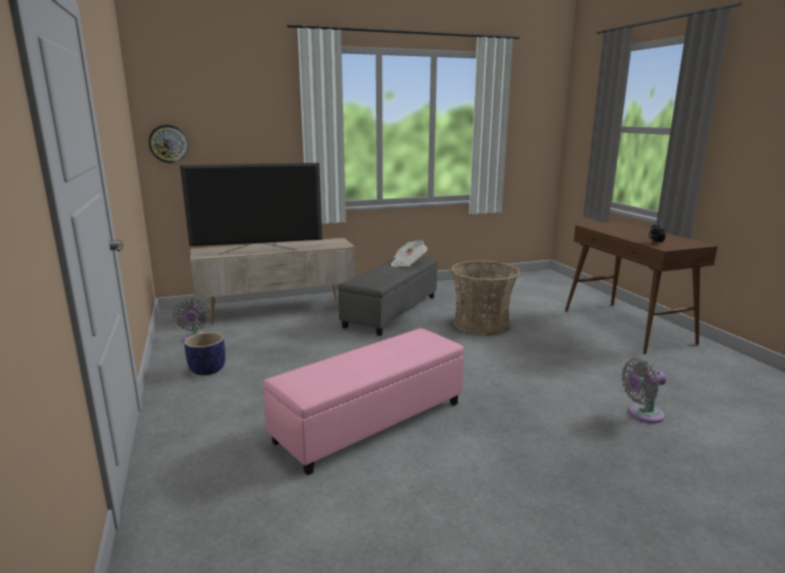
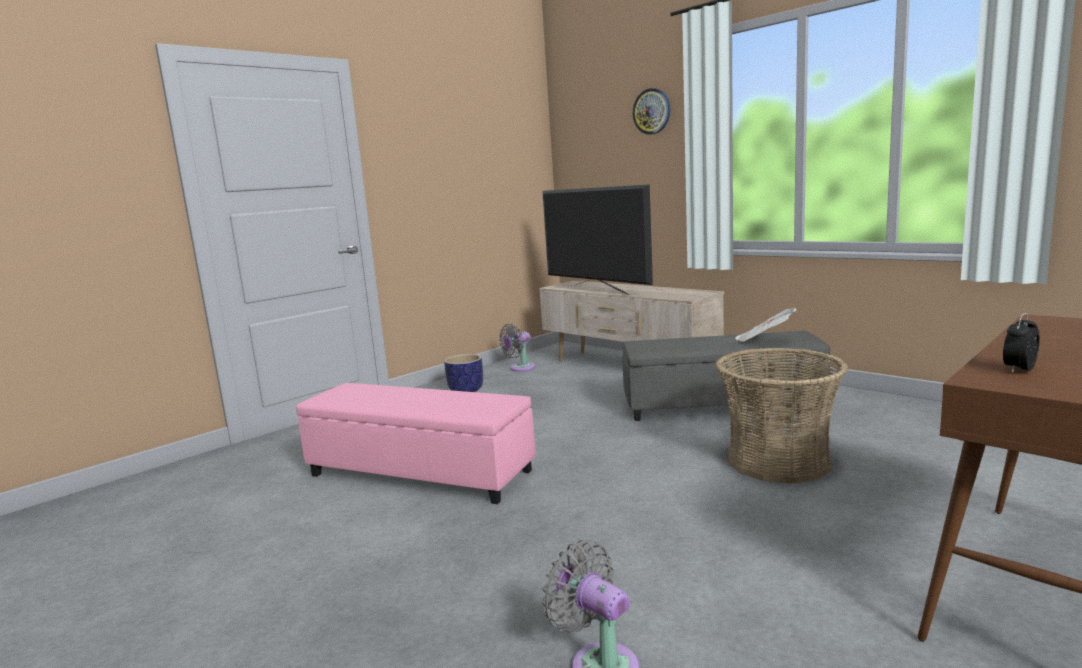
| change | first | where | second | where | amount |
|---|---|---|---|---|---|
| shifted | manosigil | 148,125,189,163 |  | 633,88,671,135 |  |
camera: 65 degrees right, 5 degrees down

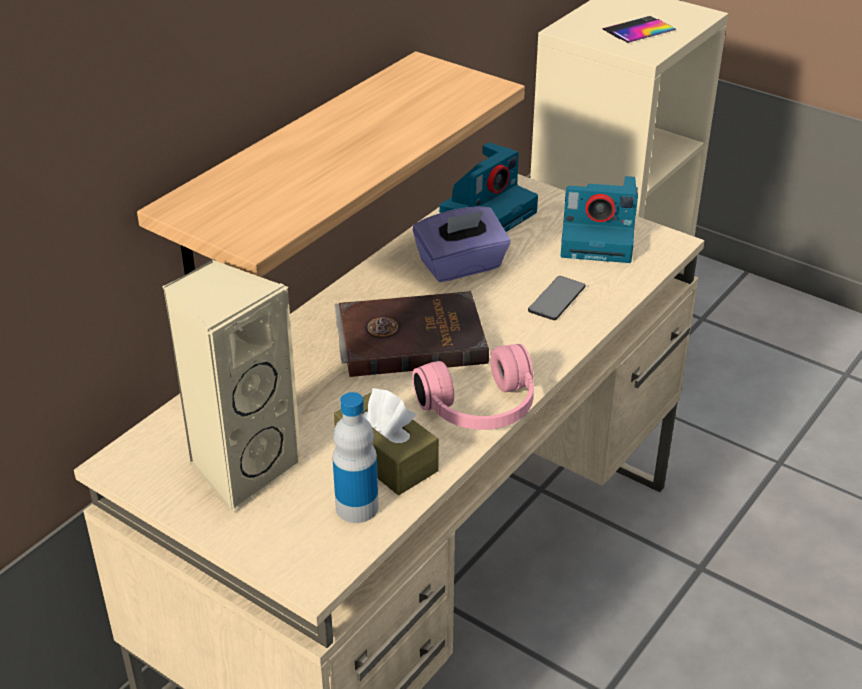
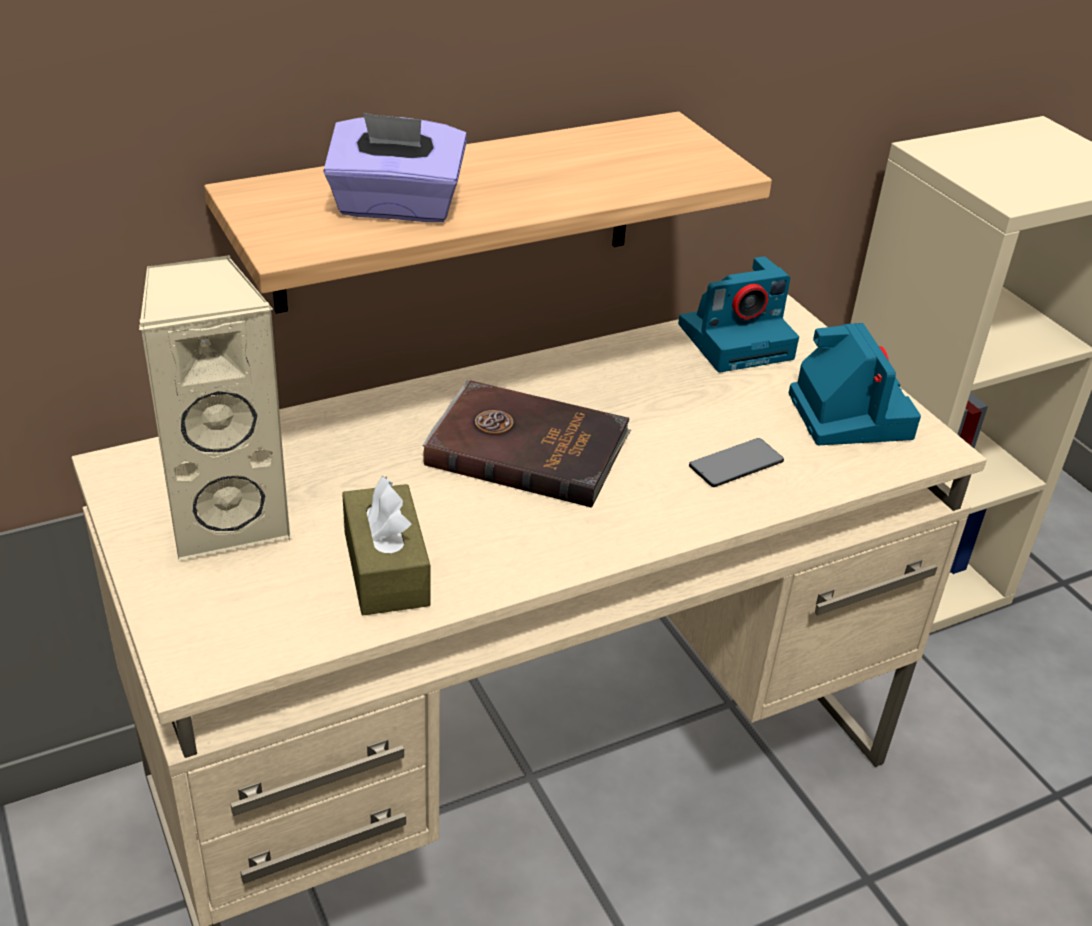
| change | first | where | second | where | amount |
|---|---|---|---|---|---|
| gone | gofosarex | 332,392,379,523 |  |  |  |
| gone | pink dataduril | 412,344,534,430 |  |  |  |
| shifted | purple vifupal | 413,206,511,282 |  | 323,112,467,222 |  |
| rotated | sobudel | 561,176,638,263 |  | 789,323,921,445 | 135 degrees counterclockwise |
| gone | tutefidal | 603,16,676,43 |  |  |  |
camera: 25 degrees right, 0 degrees up

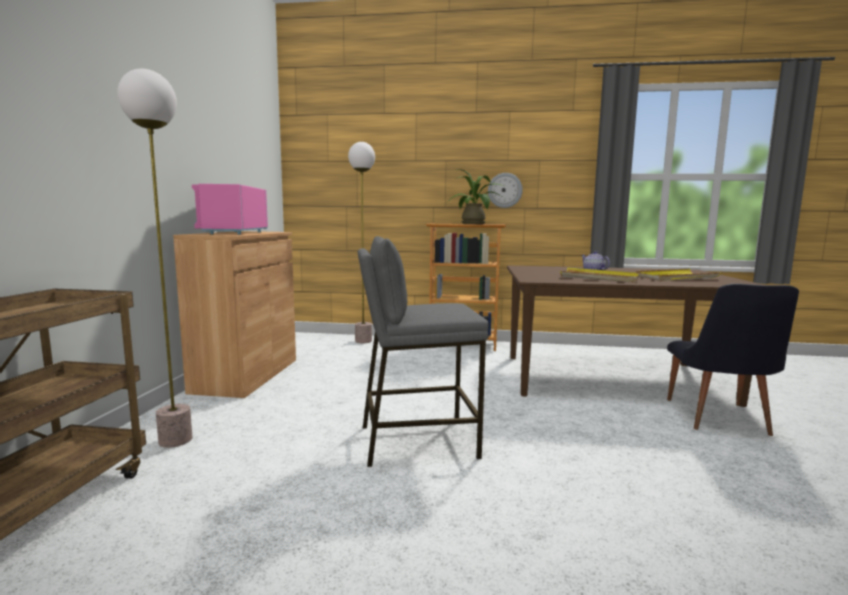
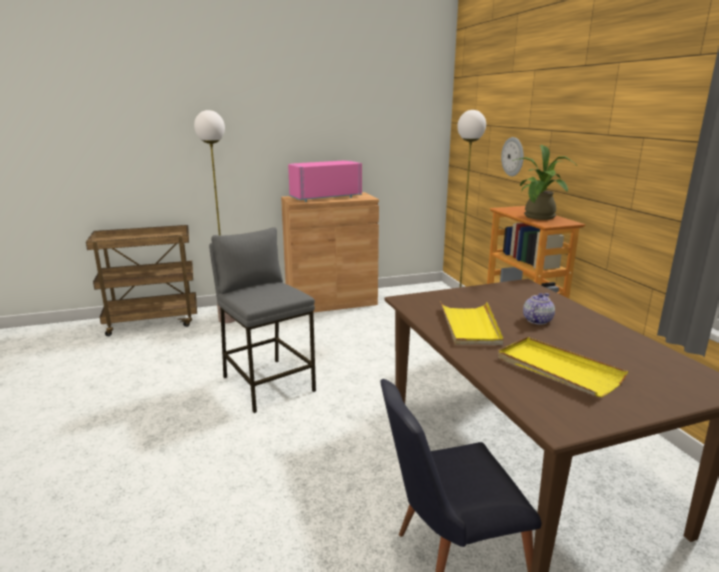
| change | first | where | second | where | amount |
|---|---|---|---|---|---|
| shifted | manosigil | 488,173,523,208 |  | 501,137,524,176 |  |
camera: 65 degrees right, 10 degrees up

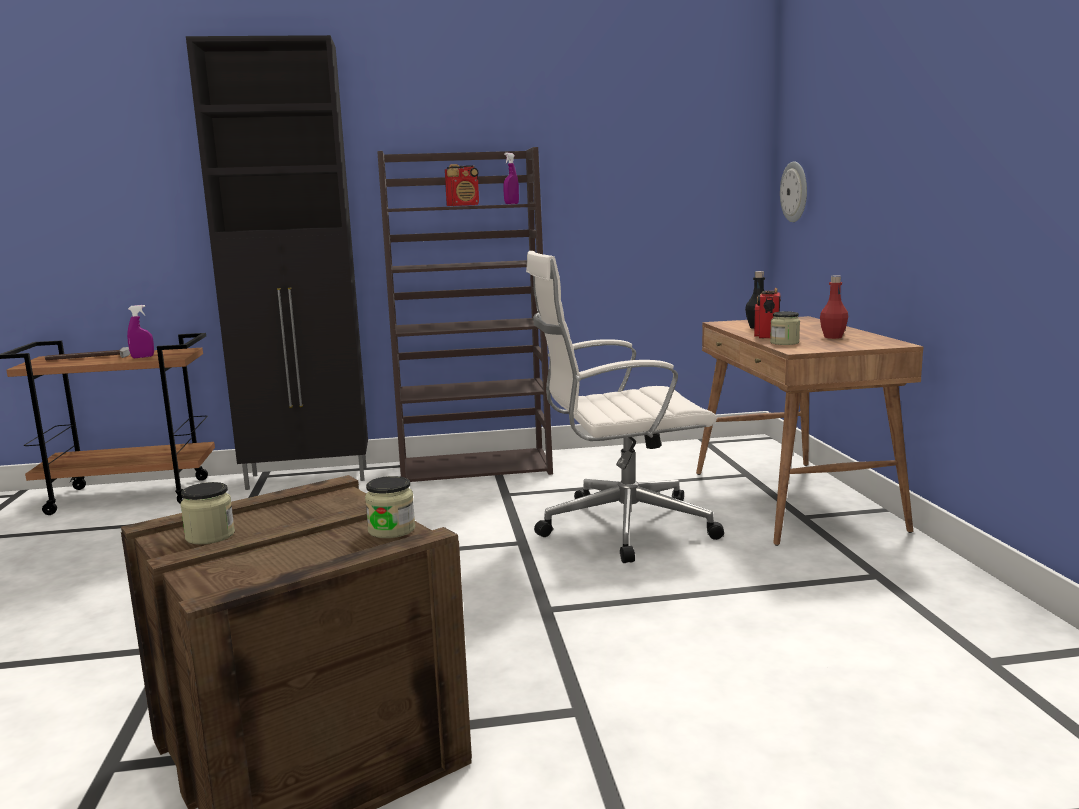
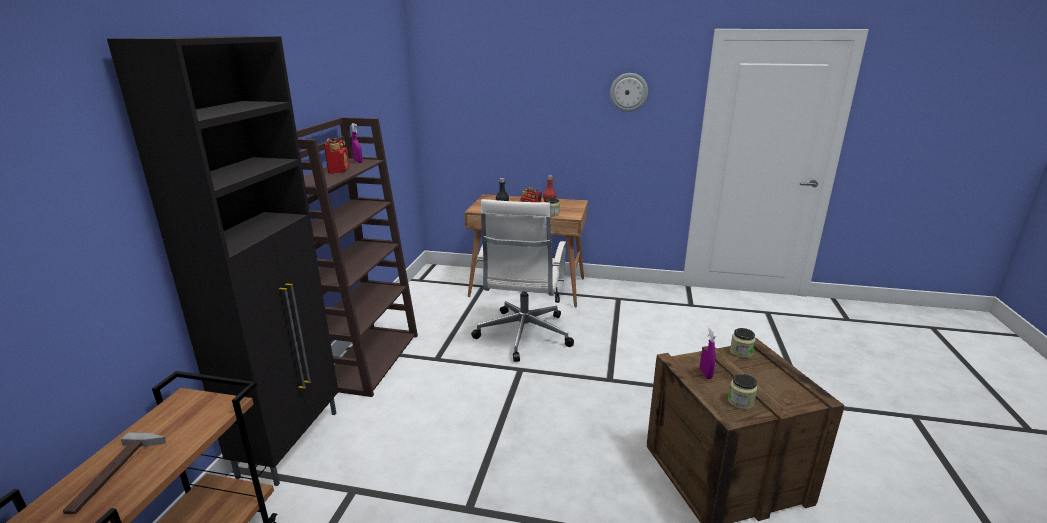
| change | first | where | second | where | amount |
|---|---|---|---|---|---|
| shifted | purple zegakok | 127,305,154,358 |  | 700,327,717,379 |  |
| shifted | manosigil | 780,161,807,222 |  | 610,73,648,112 |  |
camera: 70 degrees left, 10 degrees up

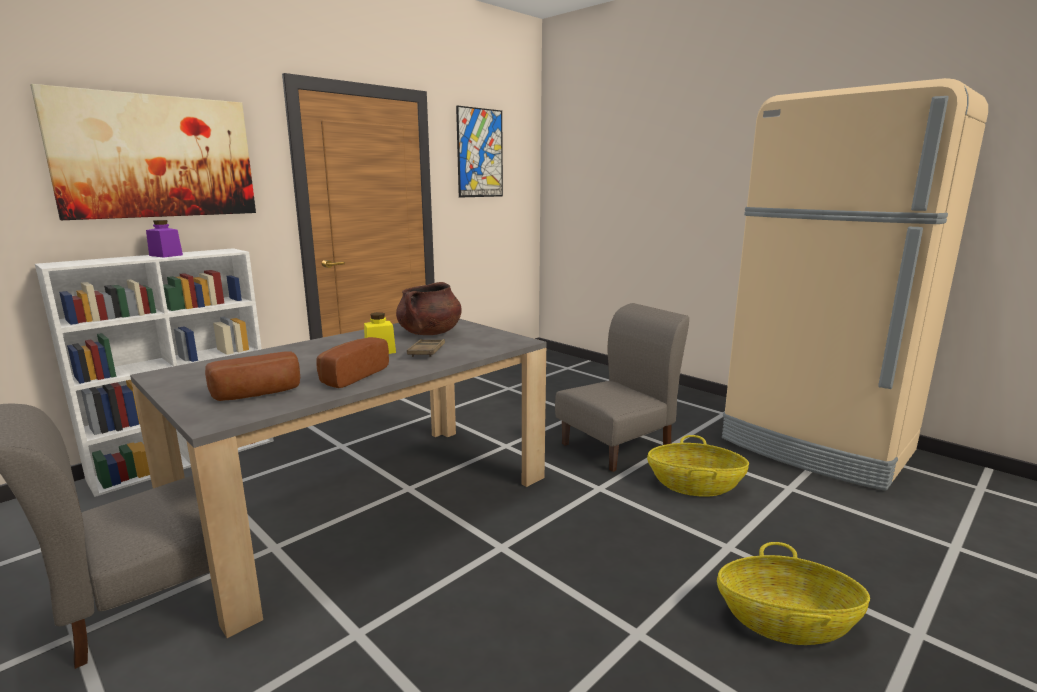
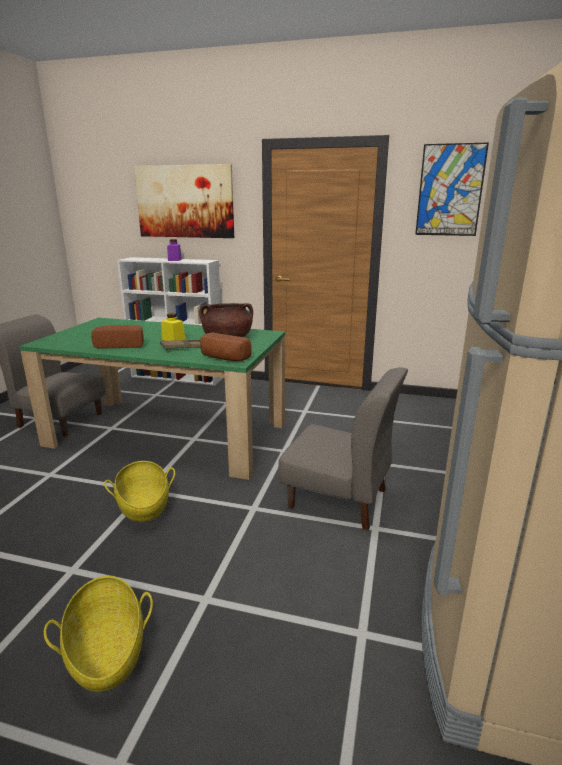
| change | first | where | second | where | amount |
|---|---|---|---|---|---|
| repainted | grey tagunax | 130,319,547,638 | green tagunax | 19,318,285,480 |  |
| shifted | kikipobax | 205,351,300,401 |  | 200,333,252,361 |  |
| shifted | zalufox | 647,435,749,497 |  | 104,461,175,522 |  |
camera: 60 degrees right, 5 degrees up

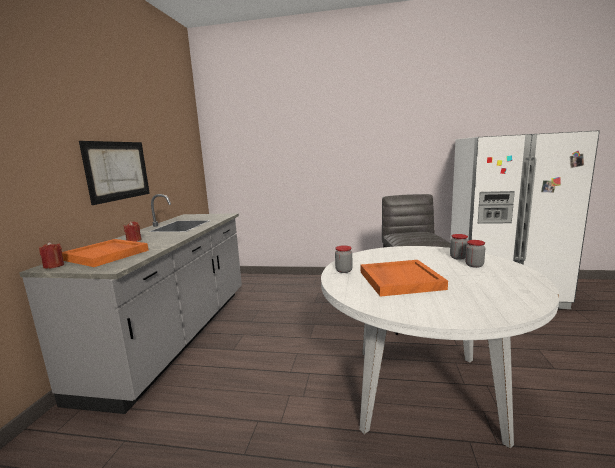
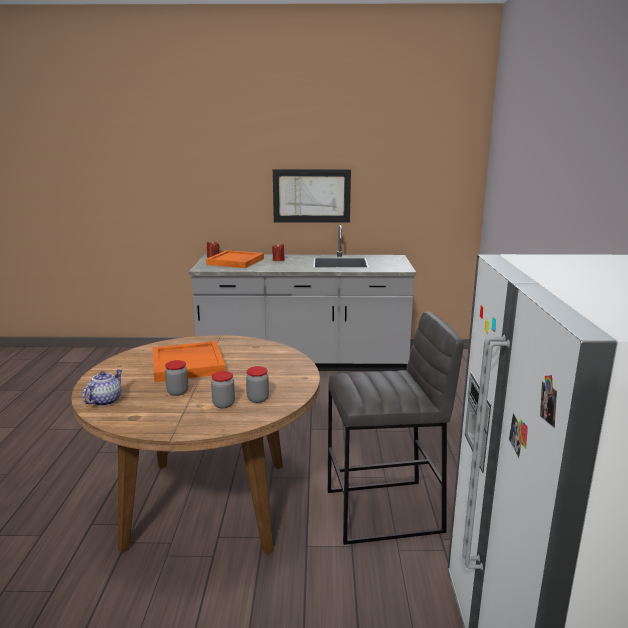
| change | first | where | second | where | amount |
|---|---|---|---|---|---|
| repainted | white tagunax | 321,246,559,449 | brown tagunax | 71,335,320,555 |  |
| shifted | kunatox | 335,245,353,273 |  | 165,360,188,396 |  |
| new |  |  | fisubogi | 82,369,123,406 |  |
camera: 80 degrees right, 5 degrees up

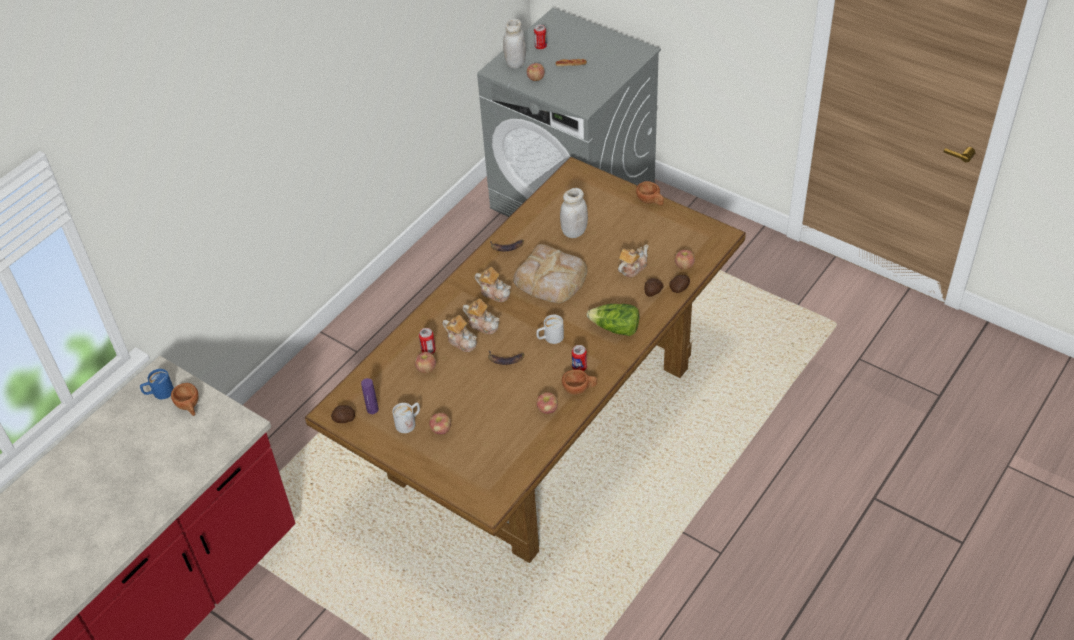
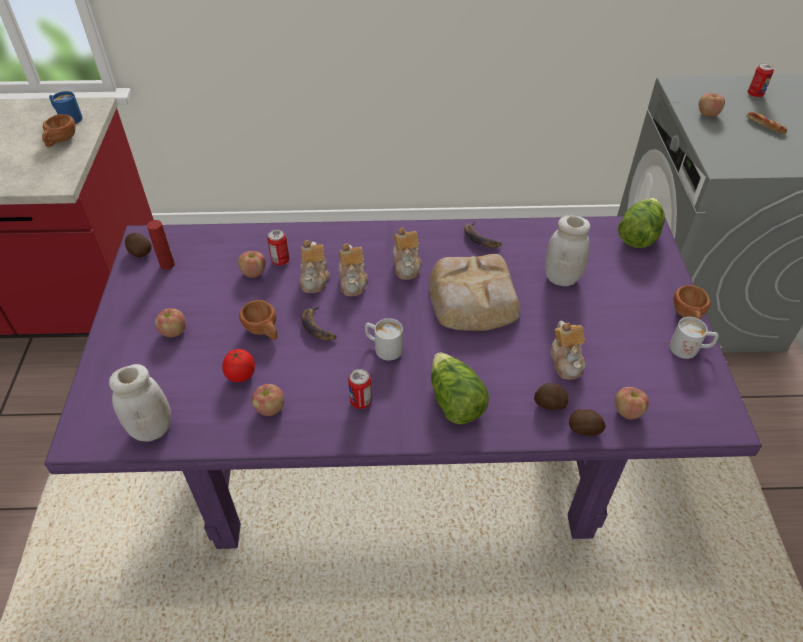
| change | first | where | second | where | amount |
|---|---|---|---|---|---|
| repainted | brown tagunax | 305,157,746,563 | purple tagunax | 44,216,762,549 |  |
| repainted | purple gofosarex | 361,378,379,414 | red gofosarex | 147,220,175,270 |  |
| shifted | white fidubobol | 392,403,420,433 |  | 670,317,719,359 |  |
| shifted | white kunatox | 503,19,526,69 |  | 109,364,171,441 |  |
| shifted | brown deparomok | 562,369,597,395 |  | 239,300,278,340 |  |
| rotated | fisubogi | 618,245,649,278 |  | 550,321,586,380 | 75 degrees clockwise |
| new |  |  | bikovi | 222,349,255,382 |  |
| new |  |  | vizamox | 618,198,665,248 |  |
camera: 50 degrees right, 0 degrees up

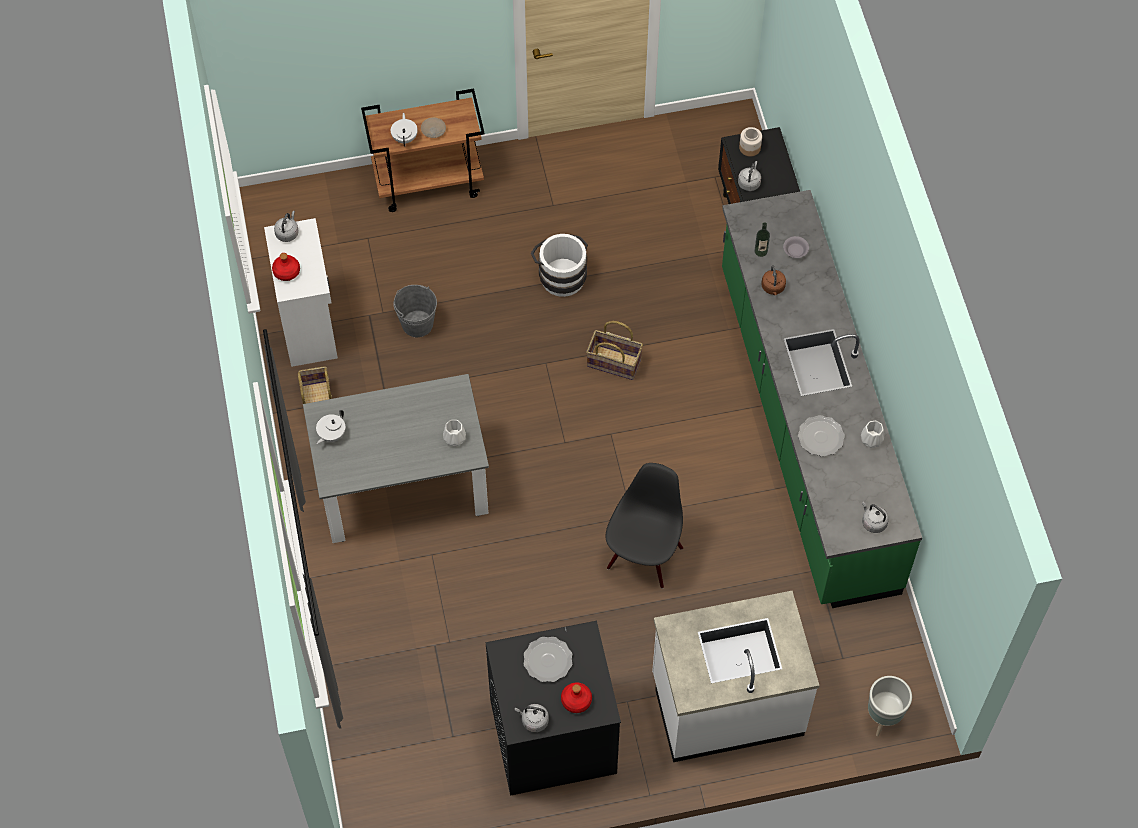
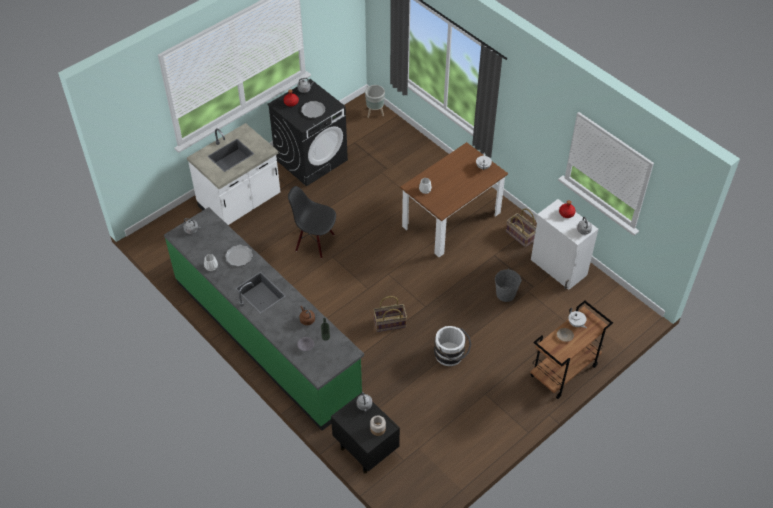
| change | first | where | second | where | amount |
|---|---|---|---|---|---|
| repainted | grey tagunax | 303,374,489,543 | brown tagunax | 400,142,508,257 |  |
| rotated | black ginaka | 606,463,683,589 |  | 288,186,336,258 | 120 degrees clockwise |
| shifted | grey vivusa | 868,676,912,737 |  | 365,85,385,118 |  |
camera: 150 degrees right, 10 degrees down

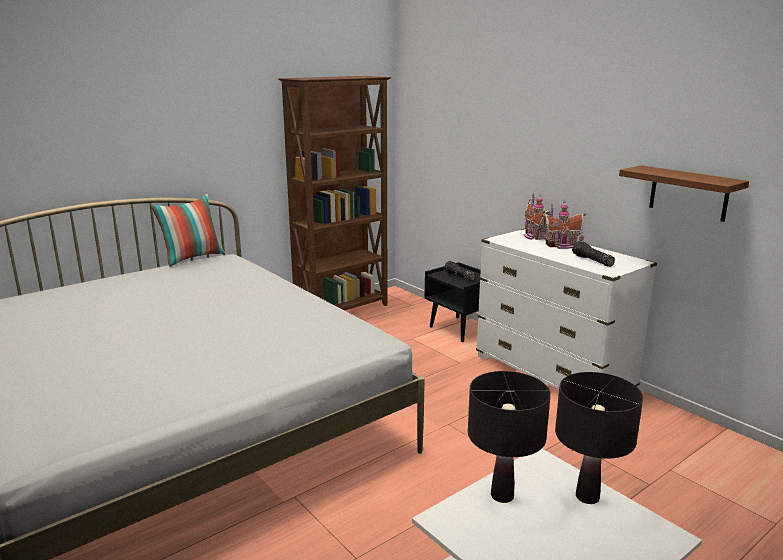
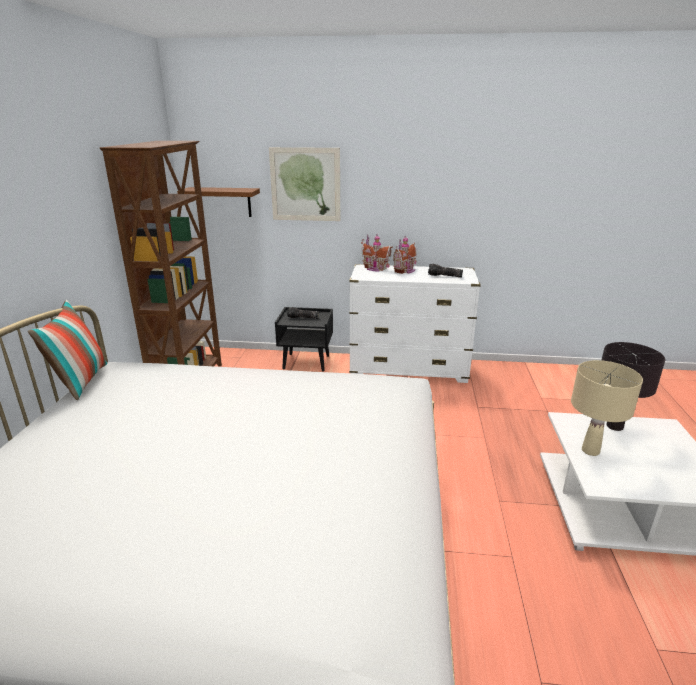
| change | first | where | second | where | amount |
|---|---|---|---|---|---|
| repainted | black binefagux | 468,371,551,503 | beige binefagux | 571,360,643,456 |  |
| shifted | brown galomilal | 619,165,749,222 |  | 177,187,260,217 |  |
| new |  |  | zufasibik | 269,147,340,221 |  |
camera: 45 degrees left, 5 degrees up

